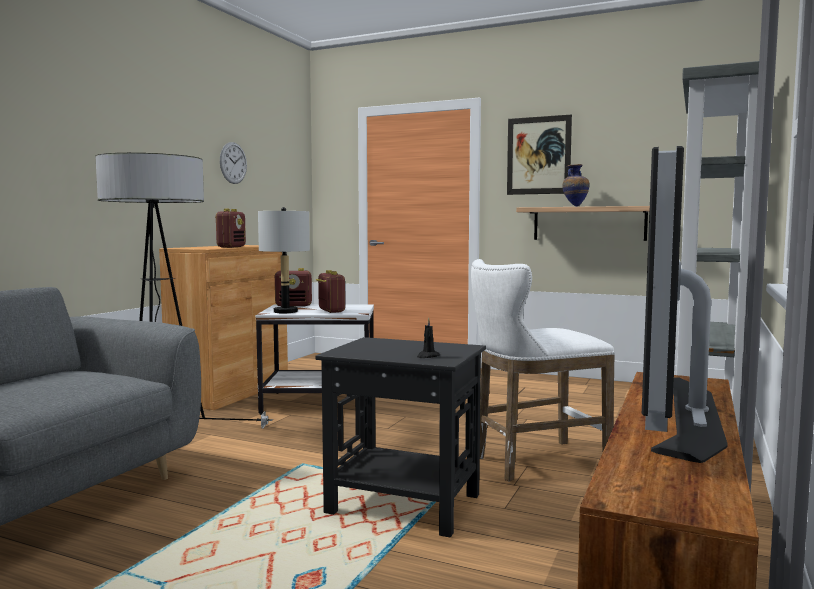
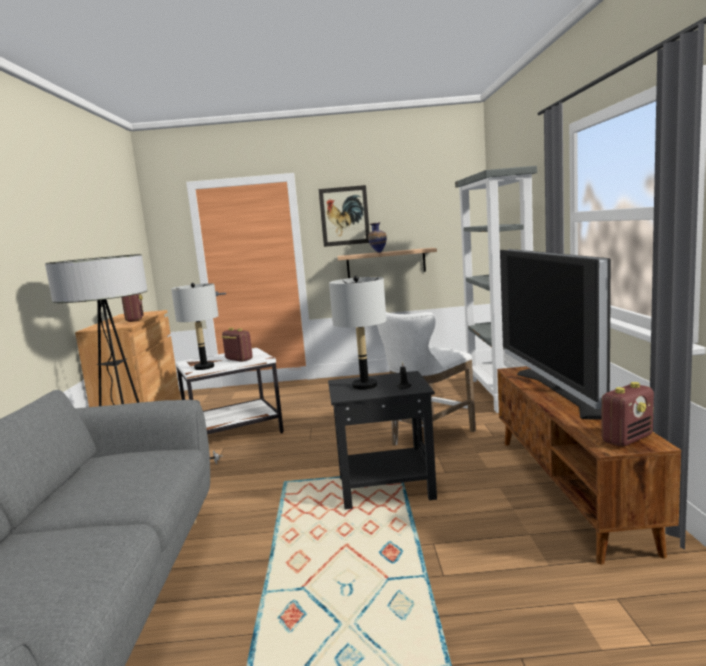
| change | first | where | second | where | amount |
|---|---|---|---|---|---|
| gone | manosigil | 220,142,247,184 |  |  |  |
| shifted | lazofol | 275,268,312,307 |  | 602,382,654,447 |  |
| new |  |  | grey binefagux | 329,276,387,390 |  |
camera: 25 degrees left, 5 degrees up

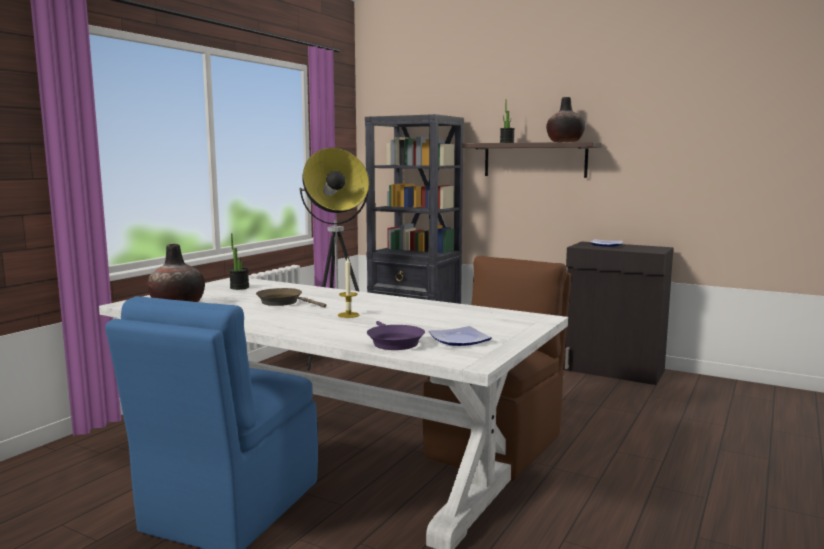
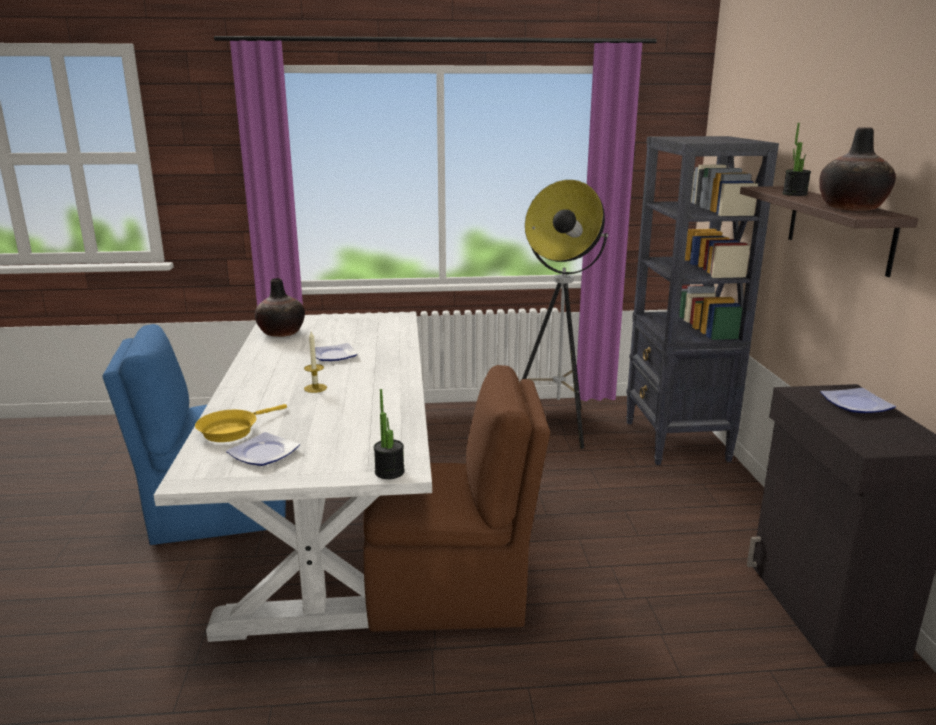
| change | first | where | second | where | amount |
|---|---|---|---|---|---|
| shifted | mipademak | 229,233,249,290 |  | 374,389,405,479 |  |
| swapped | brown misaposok | 256,288,326,307 | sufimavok | 315,343,357,361 |  |
| repainted | purple misaposok | 367,321,425,350 | yellow misaposok | 195,404,287,442 |  |
camera: 55 degrees right, 10 degrees up

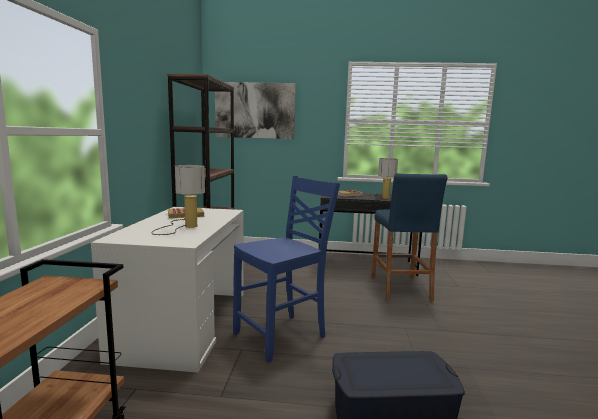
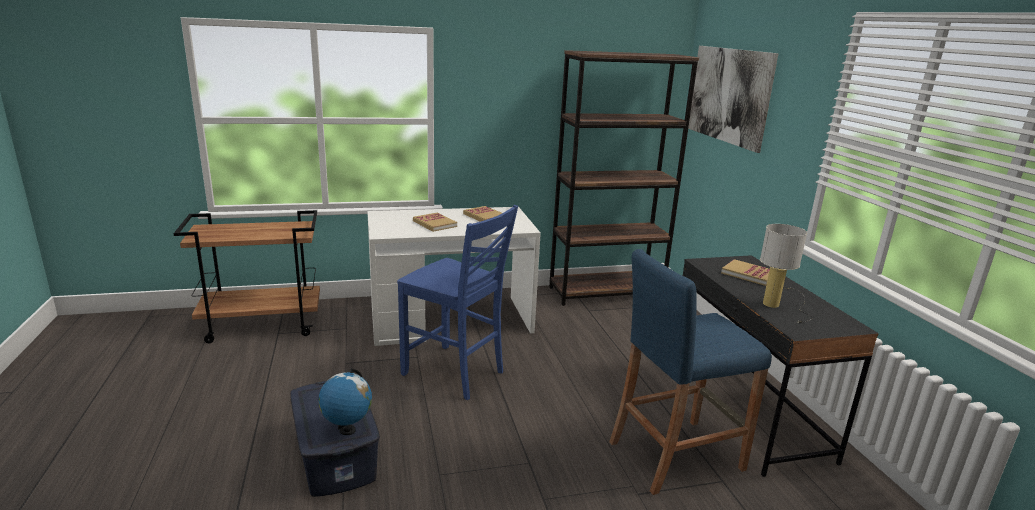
| change | first | where | second | where | amount |
|---|---|---|---|---|---|
| swapped | binefagux | 151,165,205,235 | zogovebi | 413,213,457,232 |  |
| new |  |  | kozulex | 318,368,372,435 |  |
camera: 70 degrees right, 10 degrees up

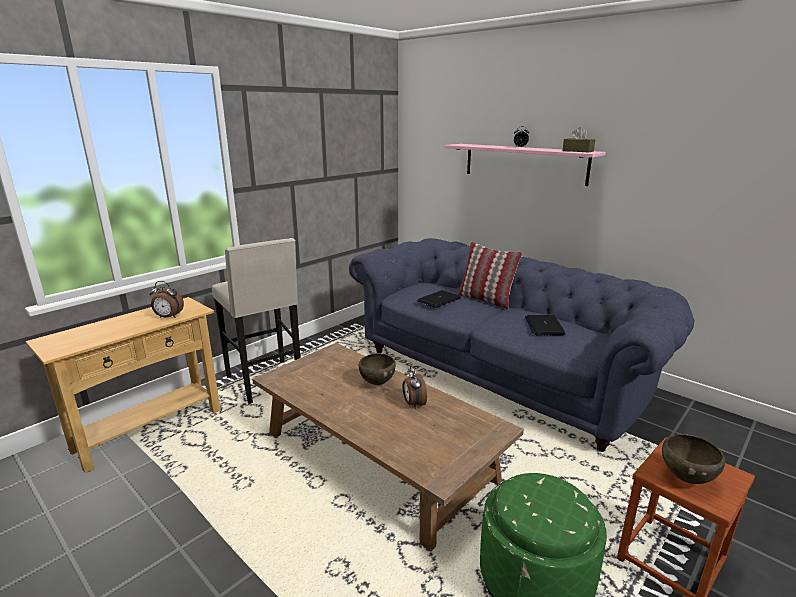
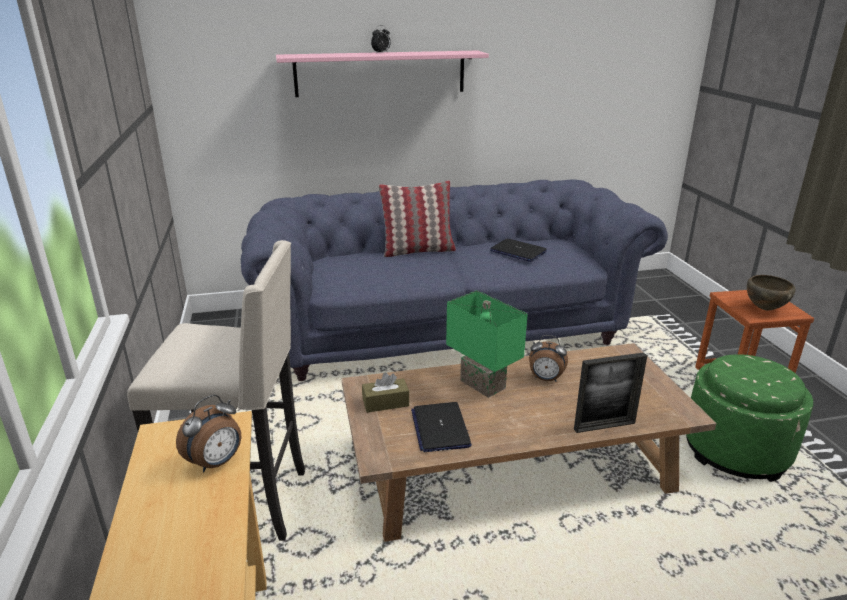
| change | first | where | second | where | amount |
|---|---|---|---|---|---|
| swapped | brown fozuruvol | 359,353,396,385 | green binefagux | 446,290,528,398 |  |
| shifted | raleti | 417,290,461,308 |  | 411,402,472,452 |  |
| shifted | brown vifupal | 563,127,595,152 |  | 362,372,409,413 |  |
| new |  |  | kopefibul | 574,352,647,433 |  |
camera: 55 degrees left, 5 degrees up

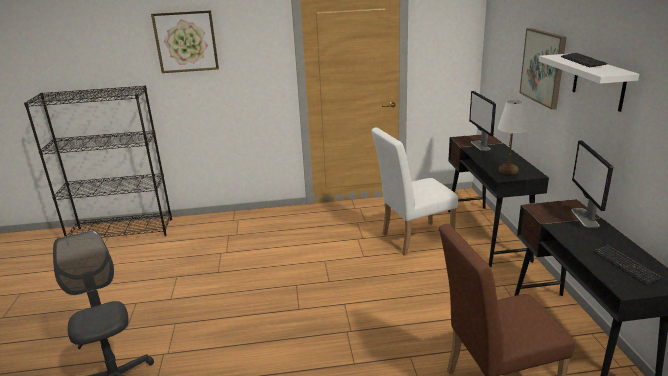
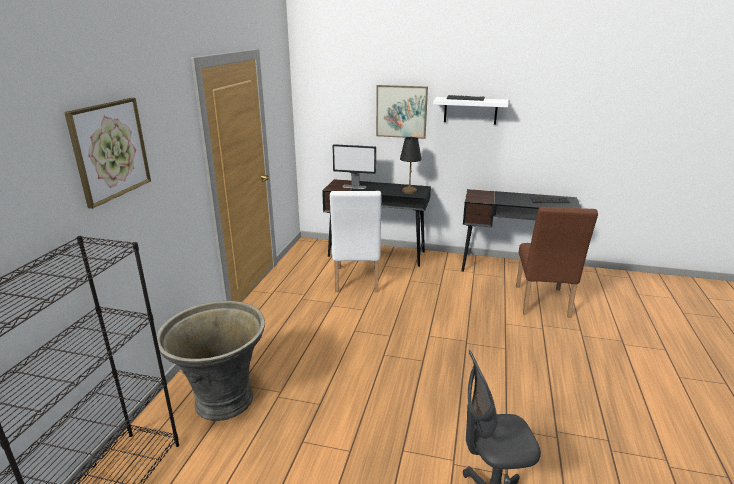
| change | first | where | second | where | amount |
|---|---|---|---|---|---|
| repainted | white binefagux | 498,99,528,174 | black binefagux | 400,137,422,194 |  |
| gone | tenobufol | 571,140,613,227 |  |  |  |
| new |  |  | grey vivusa | 156,301,265,421 |  |
camera: 70 degrees left, 0 degrees up

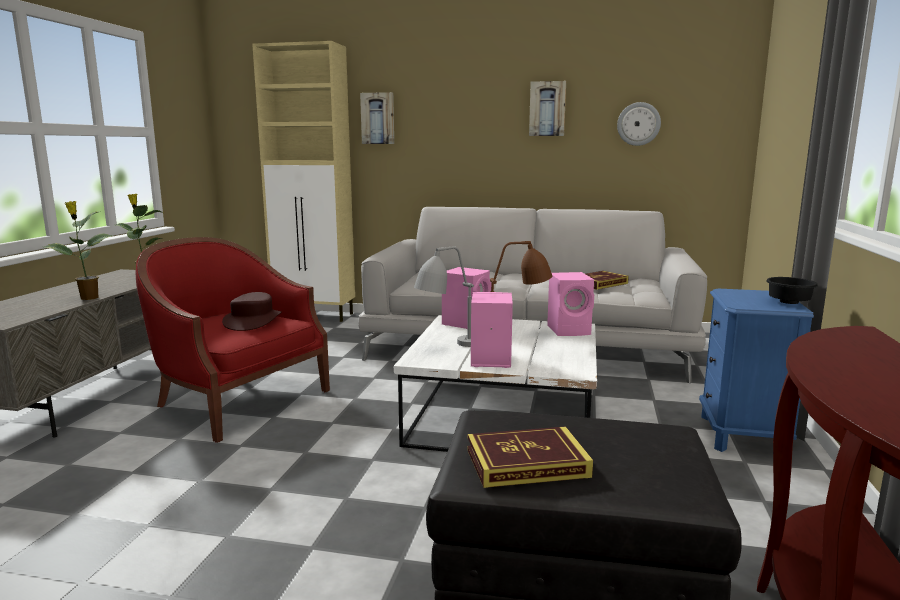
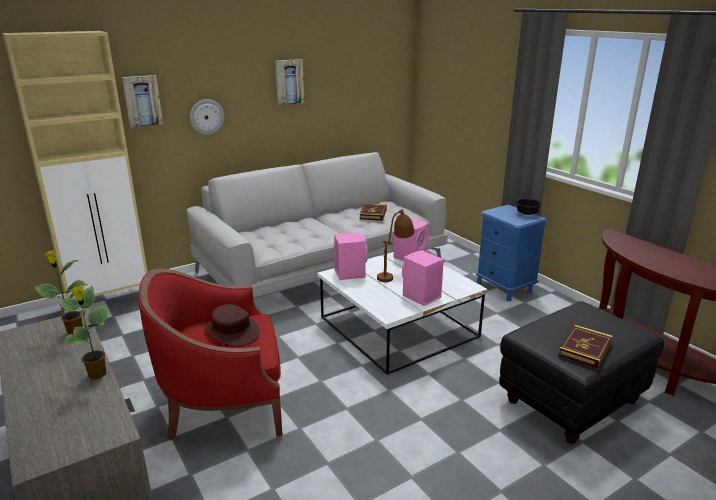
| change | first | where | second | where | amount |
|---|---|---|---|---|---|
| gone | grey binefagux | 414,246,474,347 |  |  |  |
| shifted | manosigil | 617,102,661,146 |  | 190,99,224,135 |  |
camera: 45 degrees left, 10 degrees up

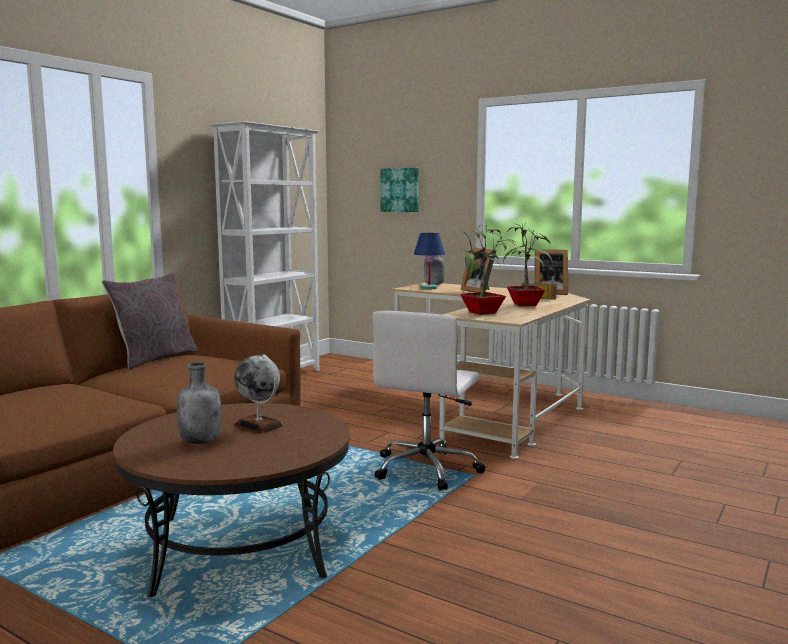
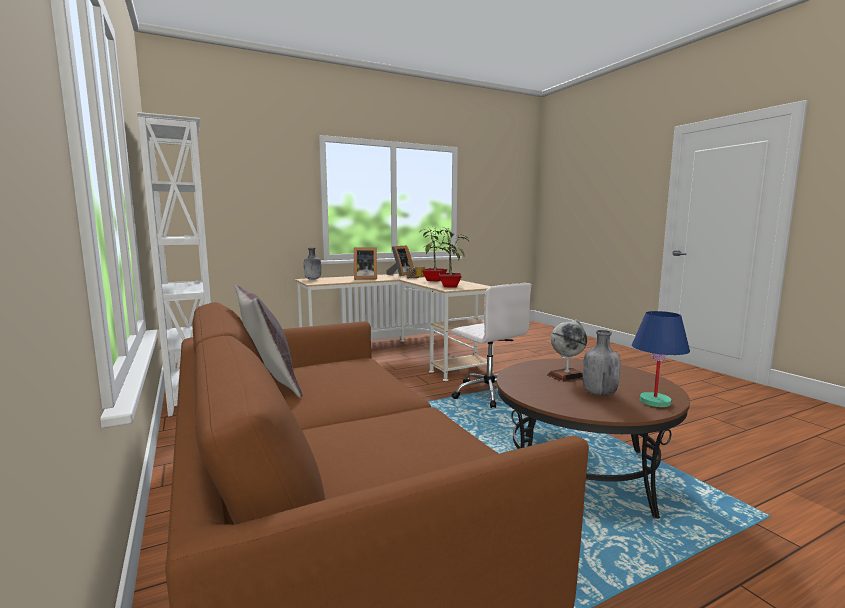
| change | first | where | second | where | amount |
|---|---|---|---|---|---|
| gone | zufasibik | 380,168,419,212 |  |  |  |
| shifted | blue binefagux | 414,233,445,289 |  | 632,311,690,407 |  |
camera: 60 degrees left, 0 degrees up

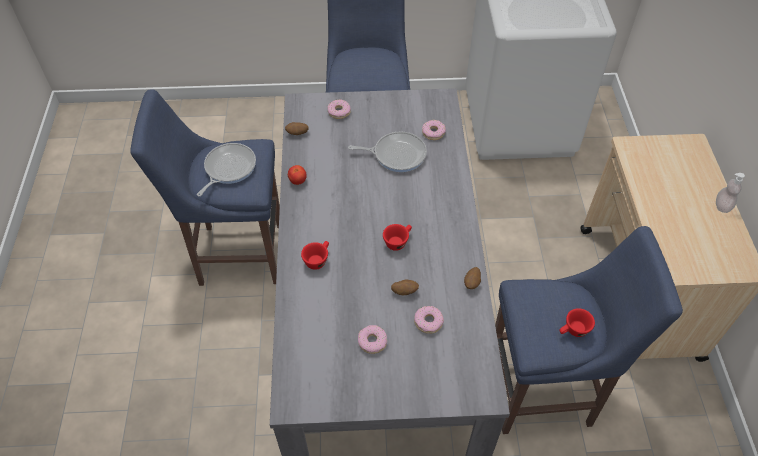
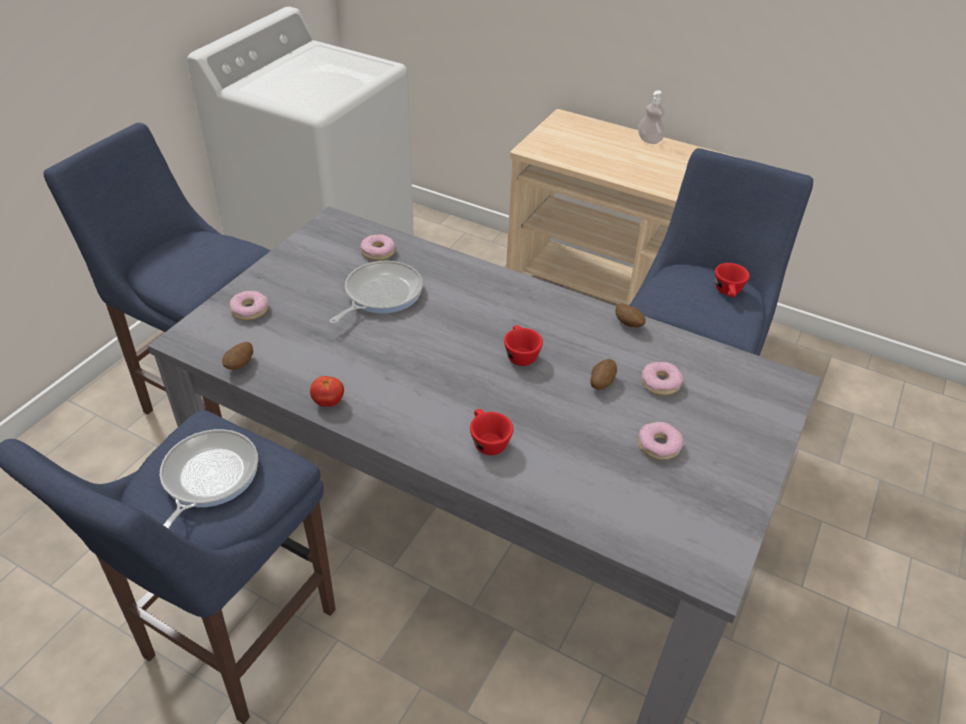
| change | first | where | second | where | amount |
|---|---|---|---|---|---|
| rotated | misaposok | 197,143,256,196 |  | 160,429,258,529 | 45 degrees clockwise |
camera: 60 degrees left, 10 degrees down

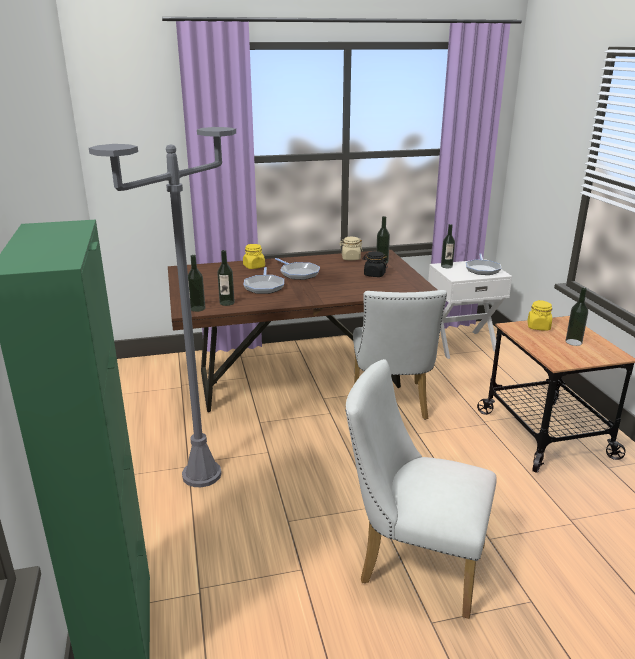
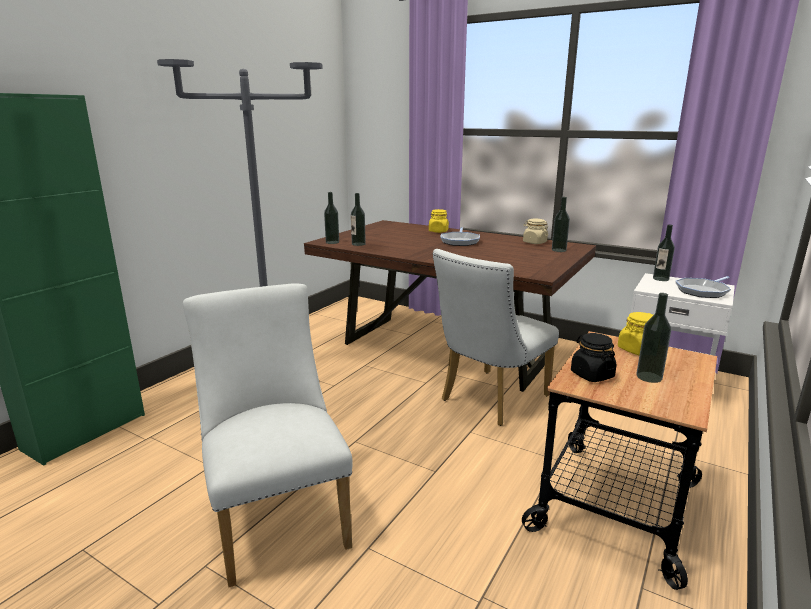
| change | first | where | second | where | amount |
|---|---|---|---|---|---|
| gone | misaposok | 244,267,284,294 |  |  |  |
| shifted | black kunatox | 363,251,388,277 |  | 571,333,616,382 |  |
camera: 45 degrees right, 5 degrees down

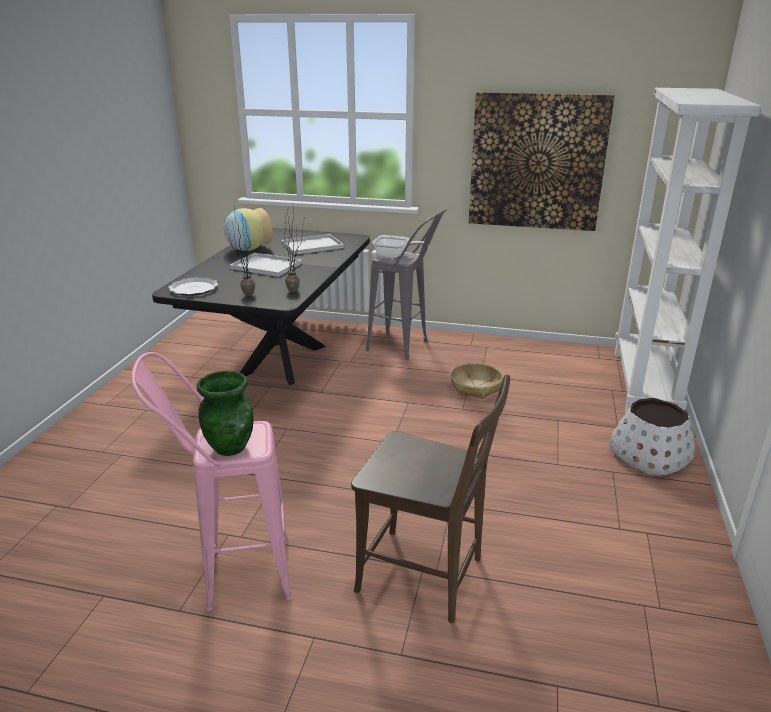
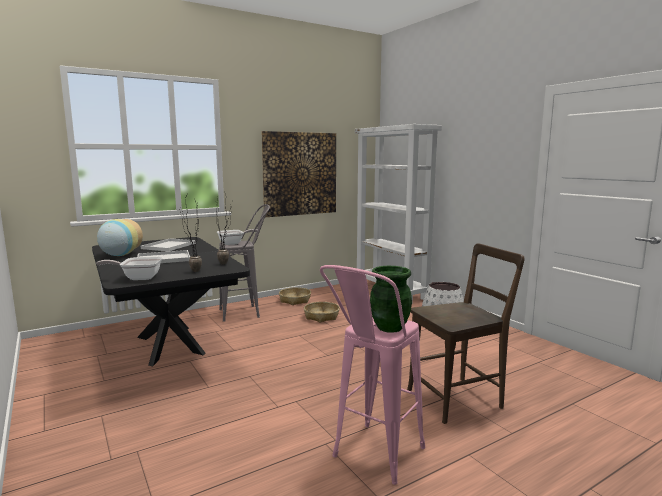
| change | first | where | second | where | amount |
|---|---|---|---|---|---|
| swapped | sufimavok | 169,277,218,296 | misaposok | 96,257,162,280 |  |
| new |  |  | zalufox | 279,287,311,305 |  |
camera: 45 degrees left, 15 degrees down

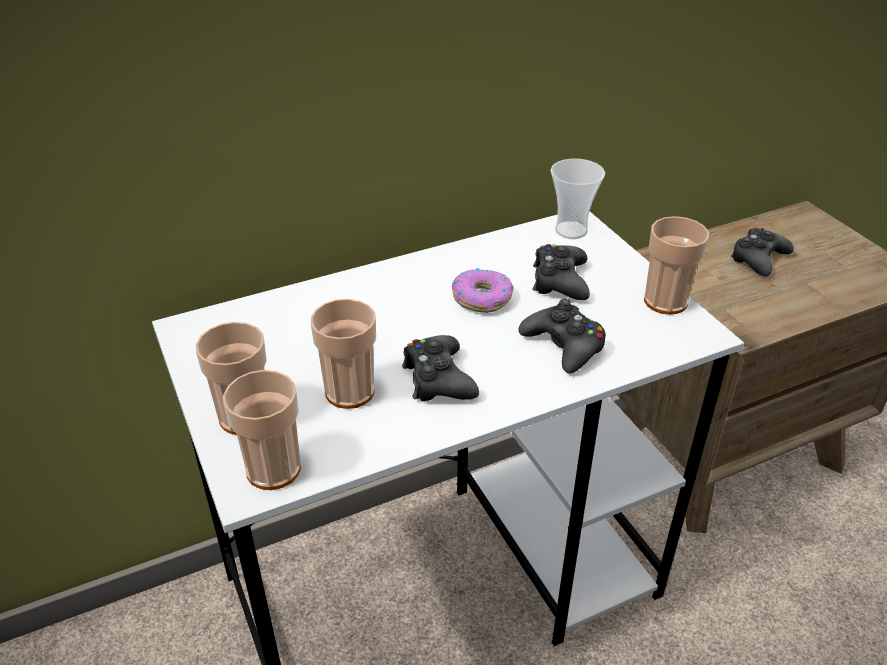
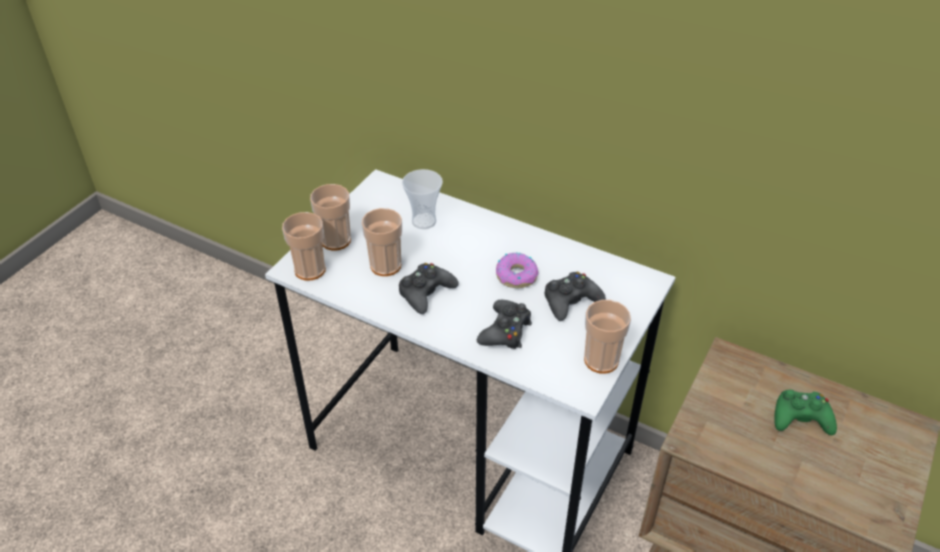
| change | first | where | second | where | amount |
|---|---|---|---|---|---|
| shifted | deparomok | 551,159,605,239 |  | 402,169,443,229 |  |
| repainted | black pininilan | 730,227,794,276 | green pininilan | 774,390,837,435 |  |
camera: 55 degrees right, 5 degrees up

